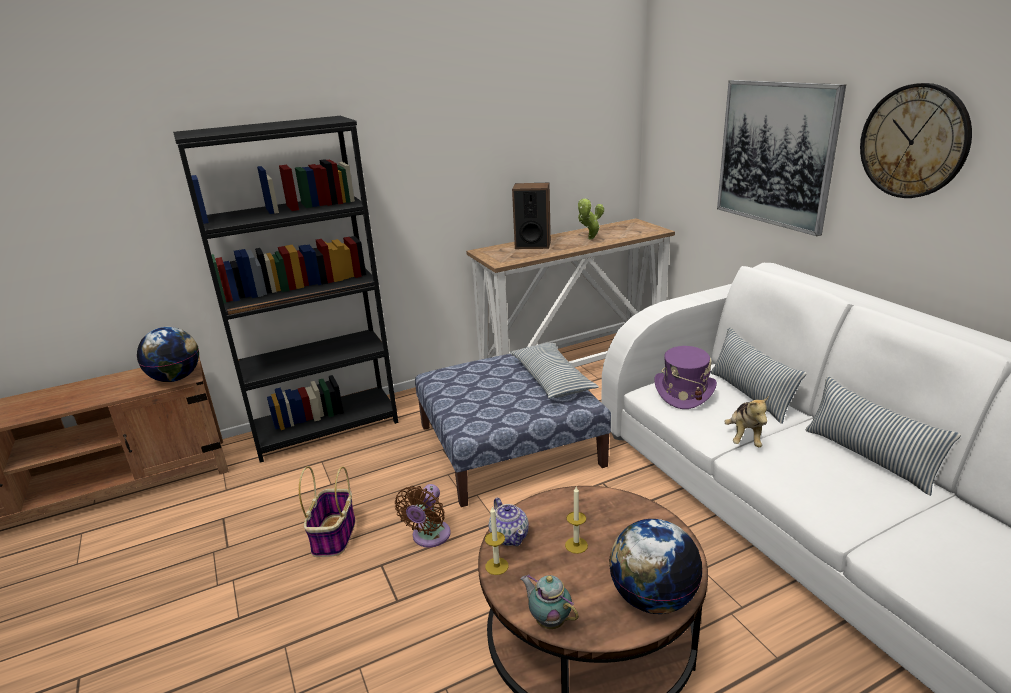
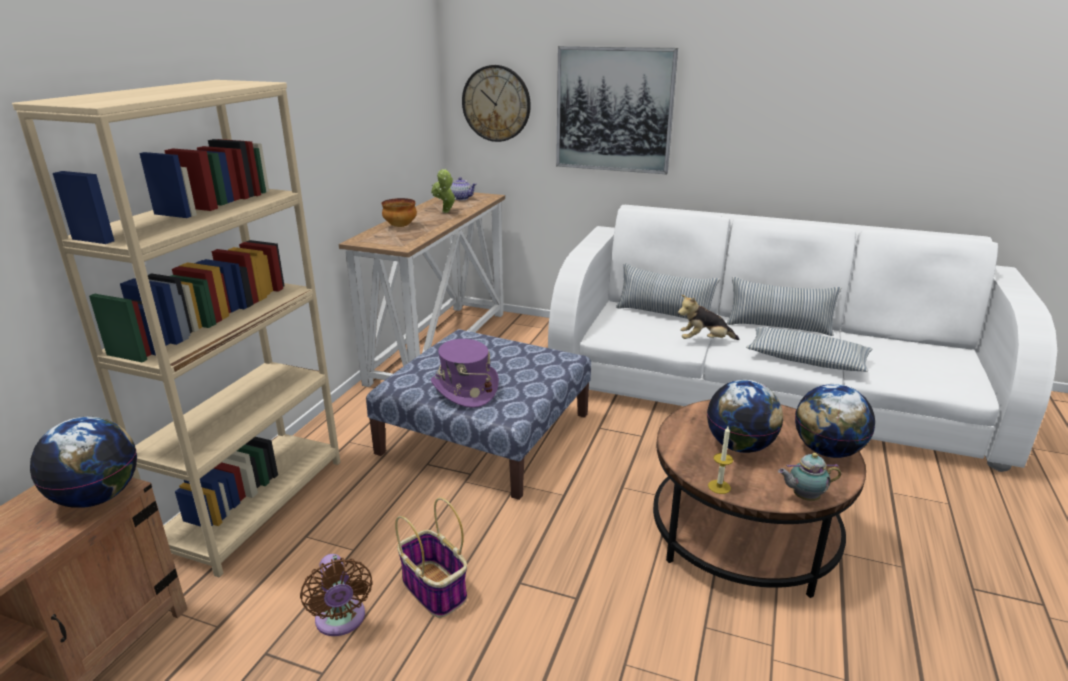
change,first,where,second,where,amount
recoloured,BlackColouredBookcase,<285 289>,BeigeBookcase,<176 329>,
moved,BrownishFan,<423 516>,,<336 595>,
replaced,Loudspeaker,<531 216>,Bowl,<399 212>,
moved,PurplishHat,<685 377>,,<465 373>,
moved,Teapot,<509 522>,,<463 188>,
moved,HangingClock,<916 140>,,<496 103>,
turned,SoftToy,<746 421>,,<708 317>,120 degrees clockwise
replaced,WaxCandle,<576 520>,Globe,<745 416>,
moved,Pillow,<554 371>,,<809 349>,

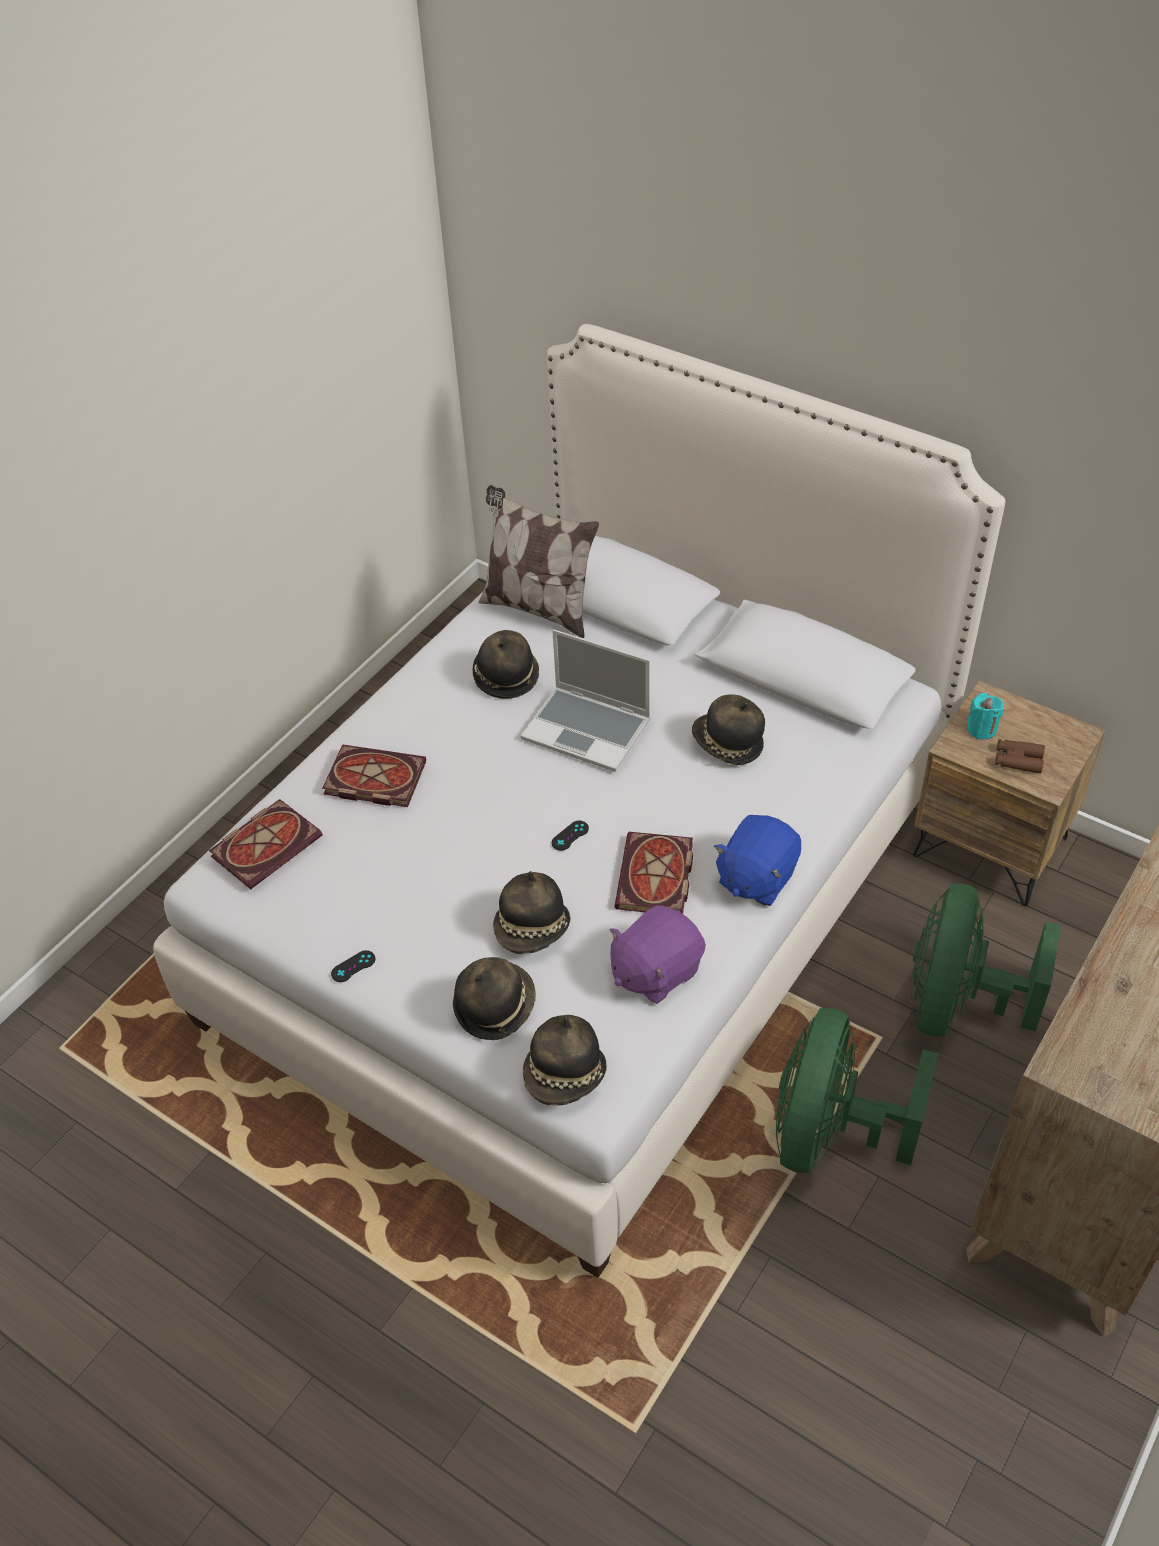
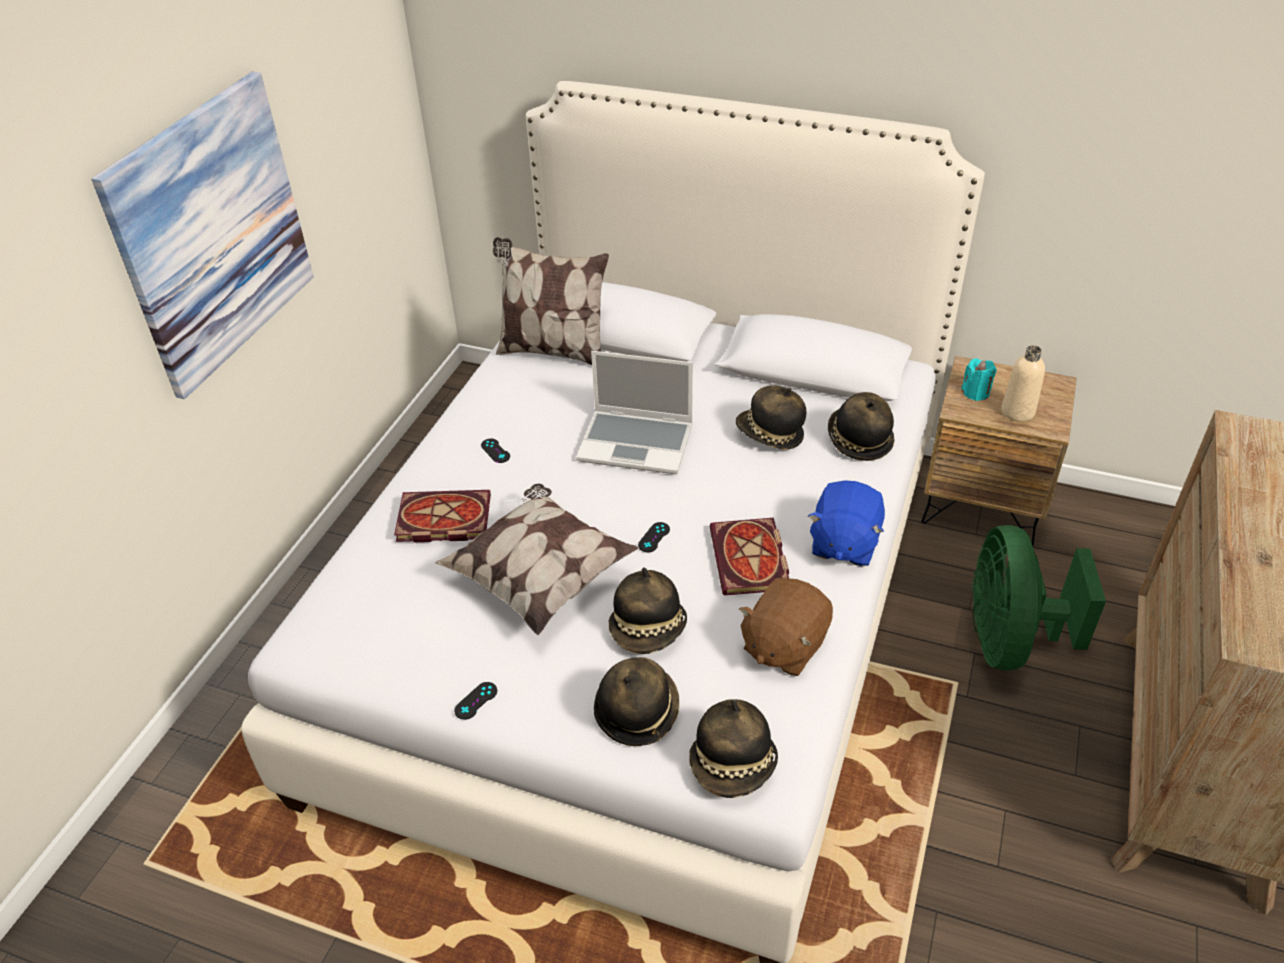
change,first,where,second,where,amount
added,,,WallPicture,<202 235>,
added,,,Pillow,<536 559>,
added,,,BlackColouredJoypad,<495 451>,
recoloured,PurplishSoftToy,<657 954>,BrownishSoftToy,<786 627>,
moved,Hat,<505 664>,,<861 426>,
replaced,BrownishBinoculars,<1020 756>,BeigeBottle,<1023 383>,
removed,Book,<265 844>,,,
removed,GreenFan,<857 1090>,,,

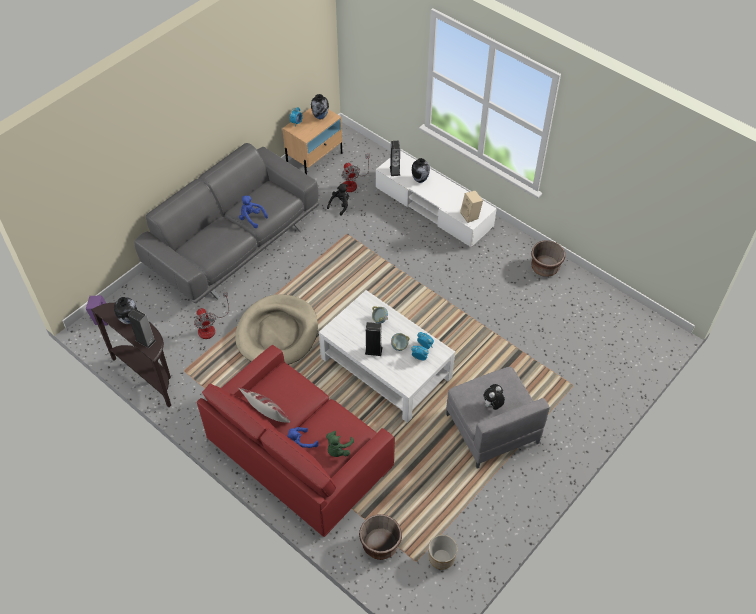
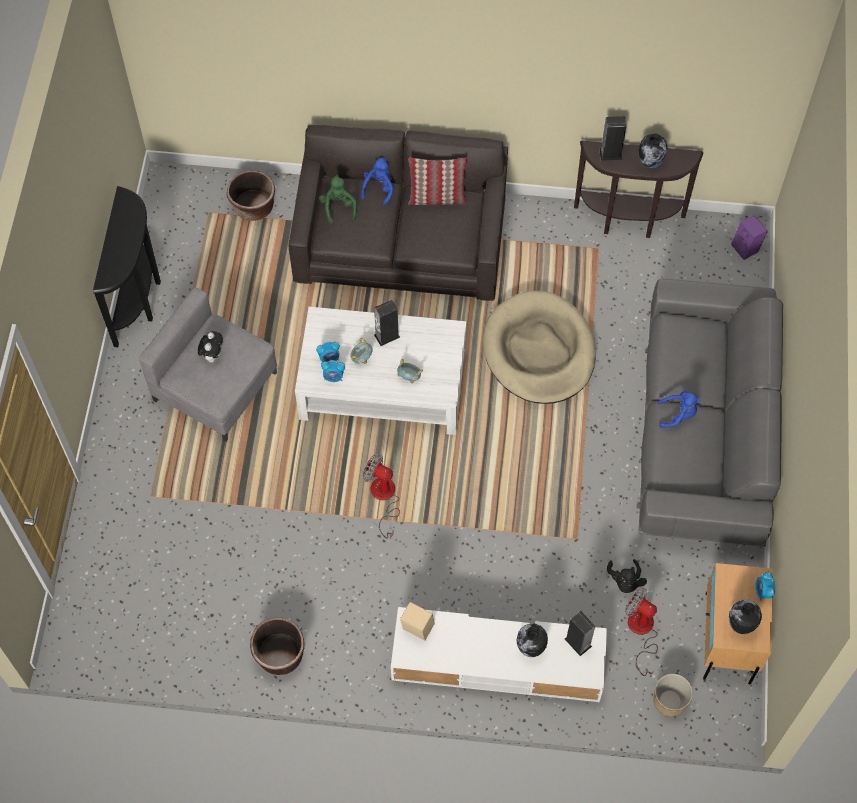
change,first,where,second,where,amount
added,,,BlackColouredNarrowTable,<127 266>,
recoloured,RedColouredCouch,<296 441>,GreyishCouch,<398 213>,
moved,Fan,<211 315>,,<381 496>,
moved,Planter,<442 552>,,<673 695>,

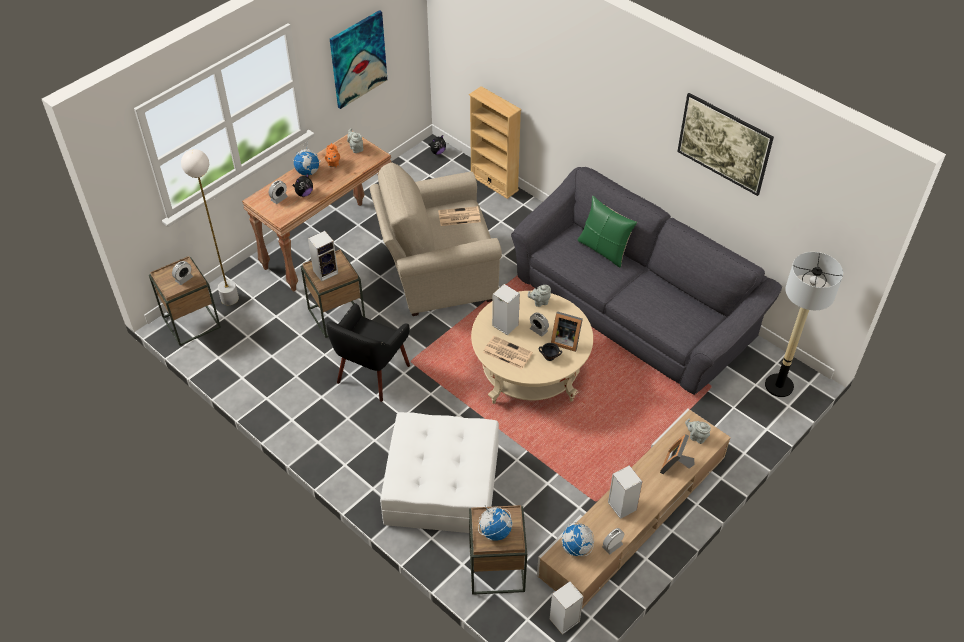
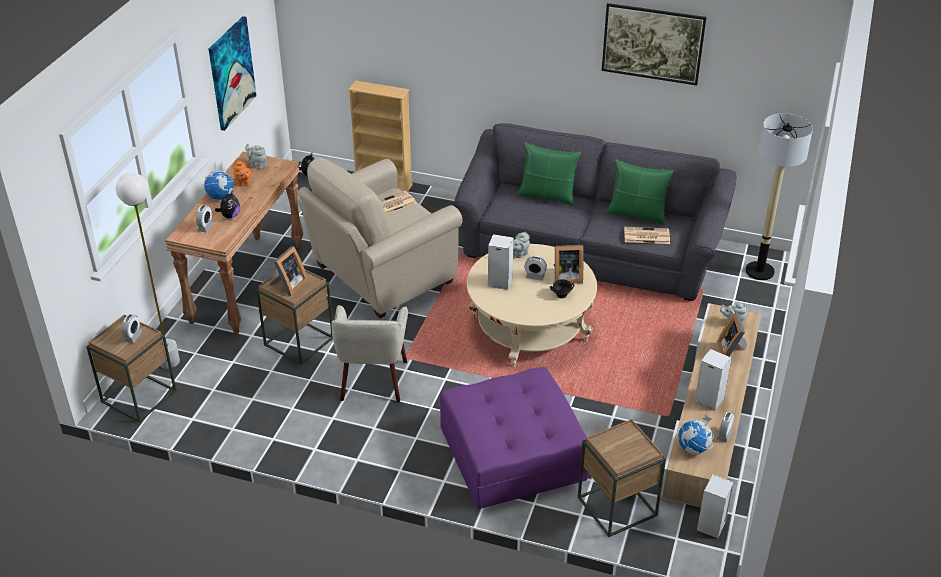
change,first,where,second,where,amount
replaced,Loudspeaker,<323 256>,PhotoFrame,<289 271>,
recoloured,BlackColouredEasyChair,<368 352>,BeigeEasyChair,<369 353>,
recoloured,WhitePouffe,<439 472>,PurplishPouffe,<514 438>,
added,,,GreenPillow,<640 192>,
moved,DailyPaper,<508 352>,,<647 235>,
removed,Globe,<495 523>,,,

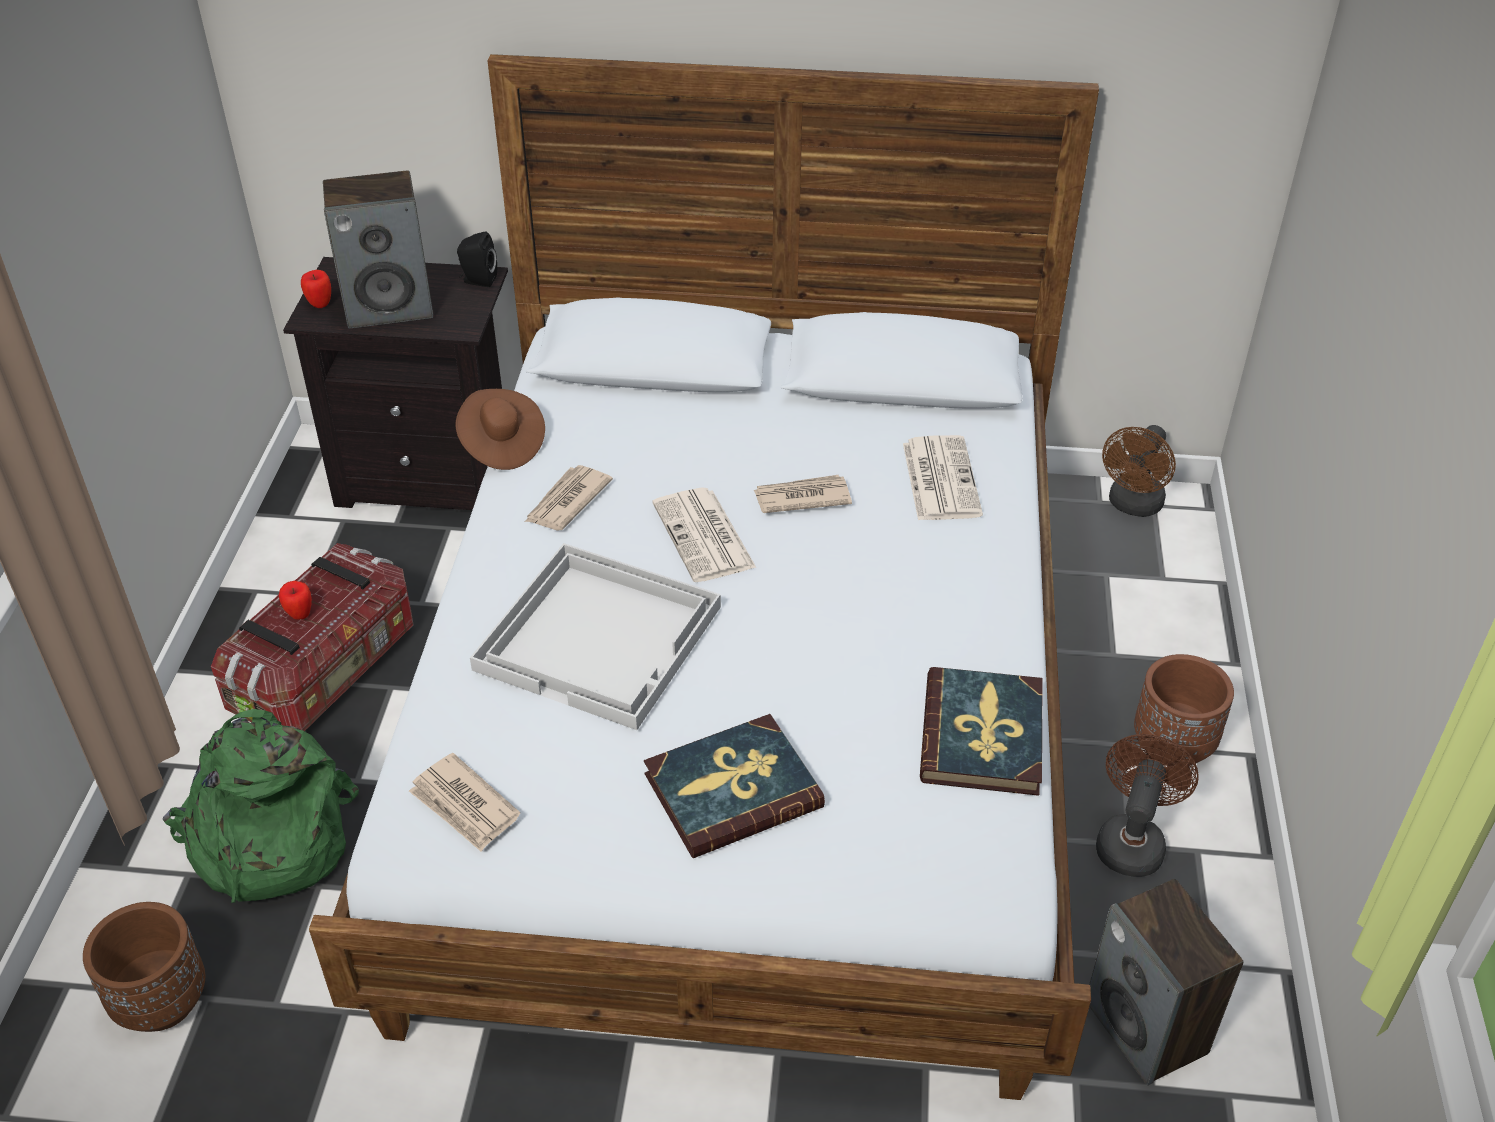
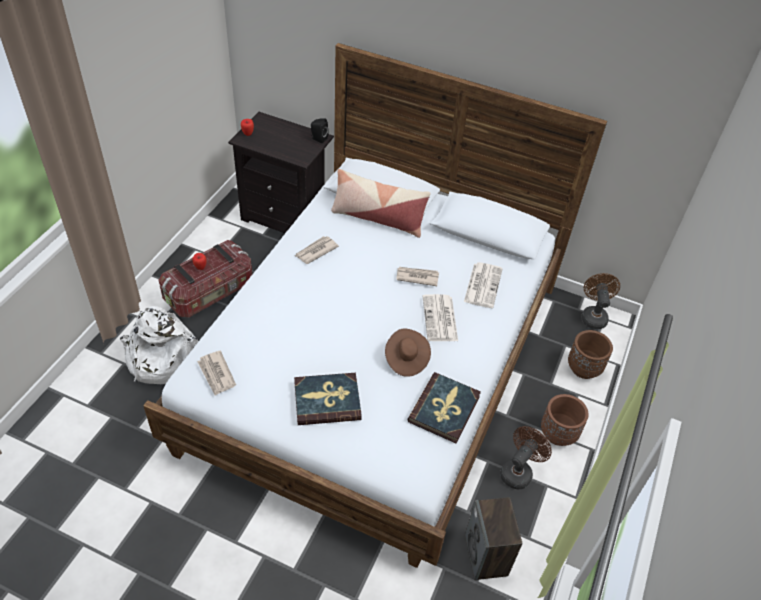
change,first,where,second,where,amount
recoloured,GreenKnapsack,<261 806>,WhiteKnapsack,<159 345>,
added,,,Pillow,<380 203>,
moved,BrownishHat,<500 429>,,<408 353>,
moved,DailyPaper,<704 534>,,<440 317>,
moved,BrownishPlanter,<144 967>,,<590 354>,
turned,BrownishFan,<1139 471>,,<600 301>,135 degrees clockwise
removed,Loudspeaker,<378 249>,,,
removed,WhiteCarryingTray,<595 636>,,,

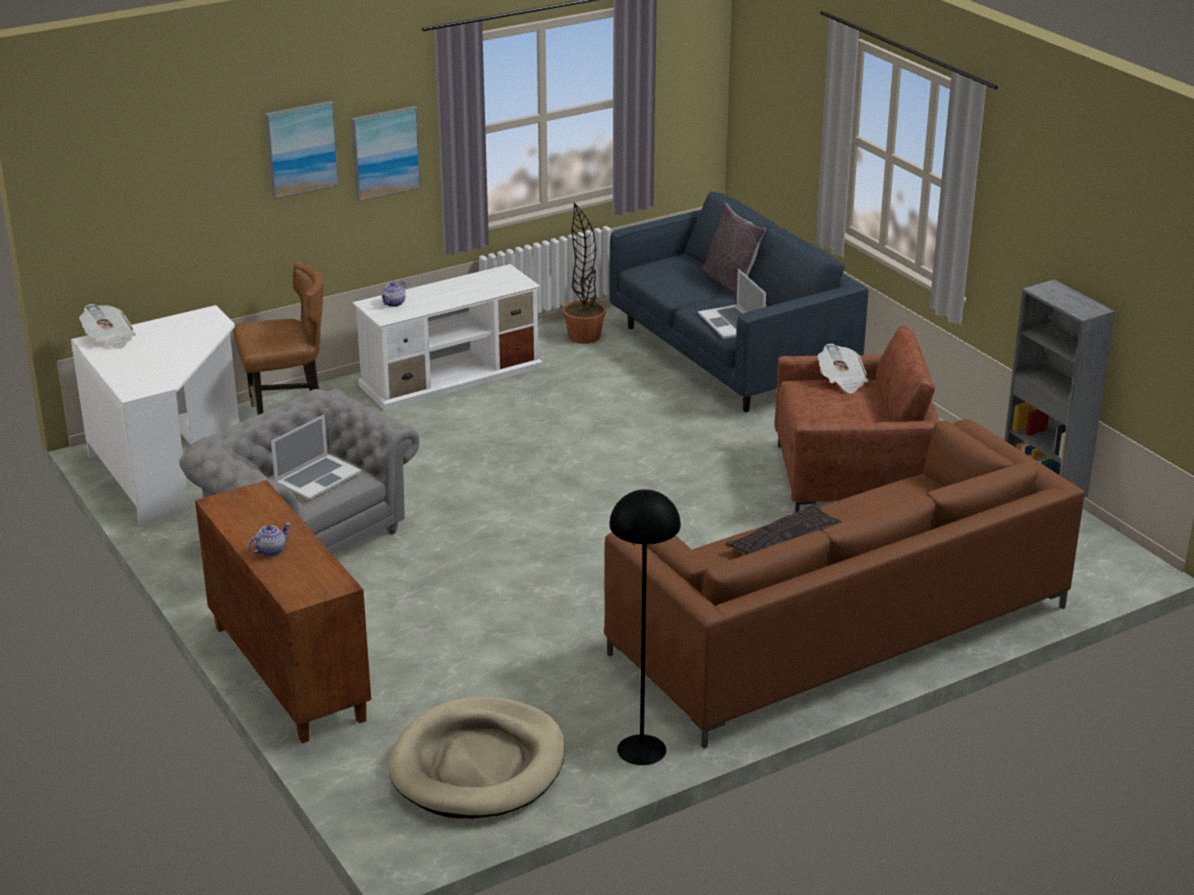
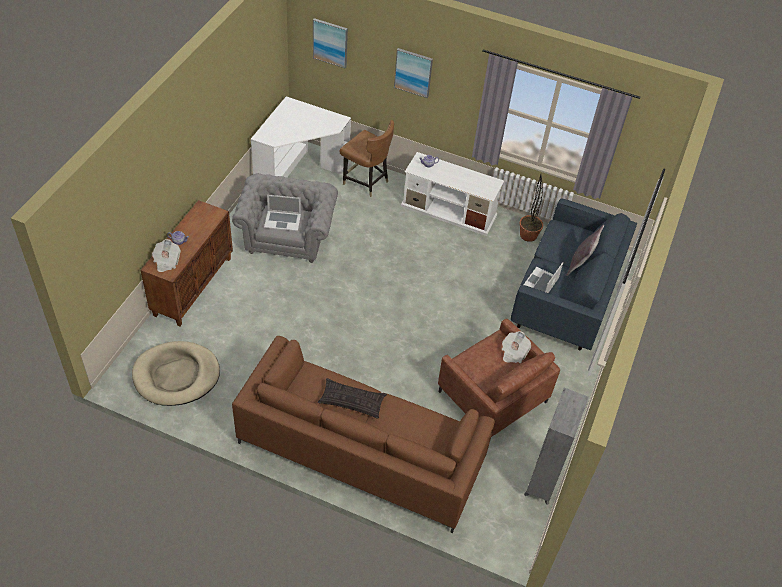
change,first,where,second,where,amount
moved,DailyPaper,<107 326>,,<166 255>,
moved,WallPicture,<386 154>,,<330 43>,
removed,BlackColouredStandardLamp,<645 627>,,,

